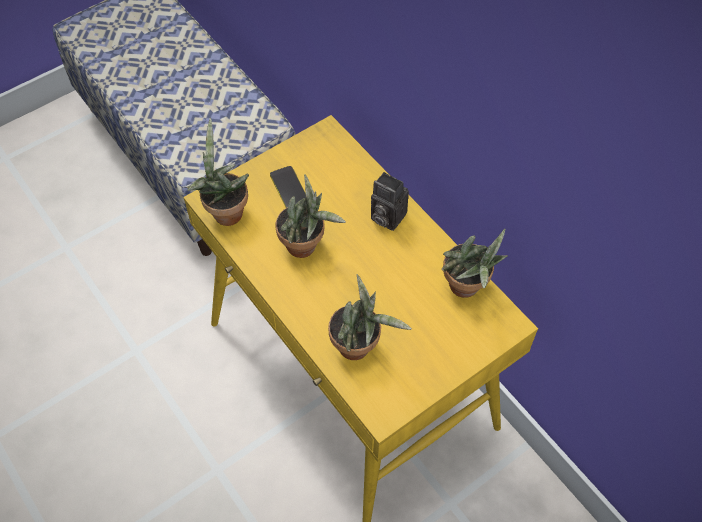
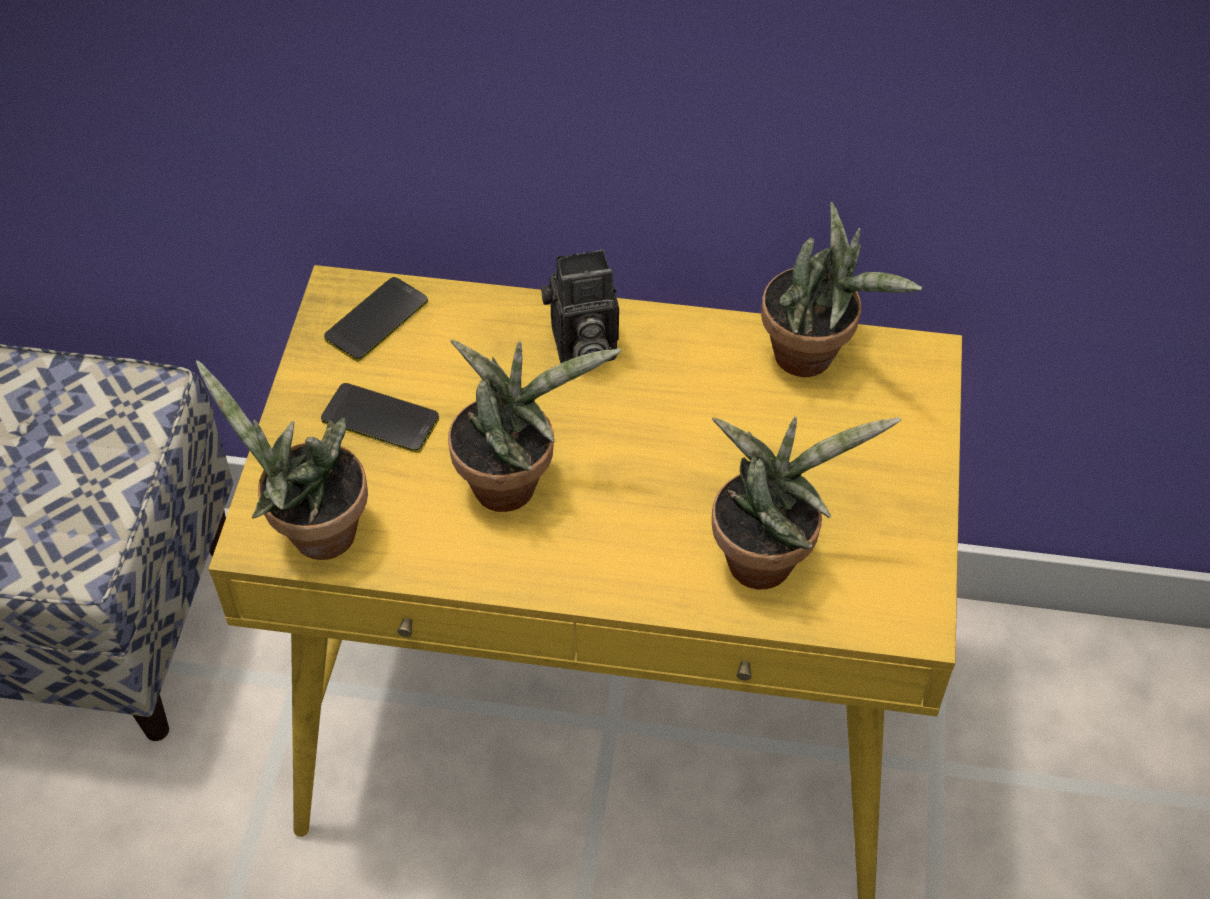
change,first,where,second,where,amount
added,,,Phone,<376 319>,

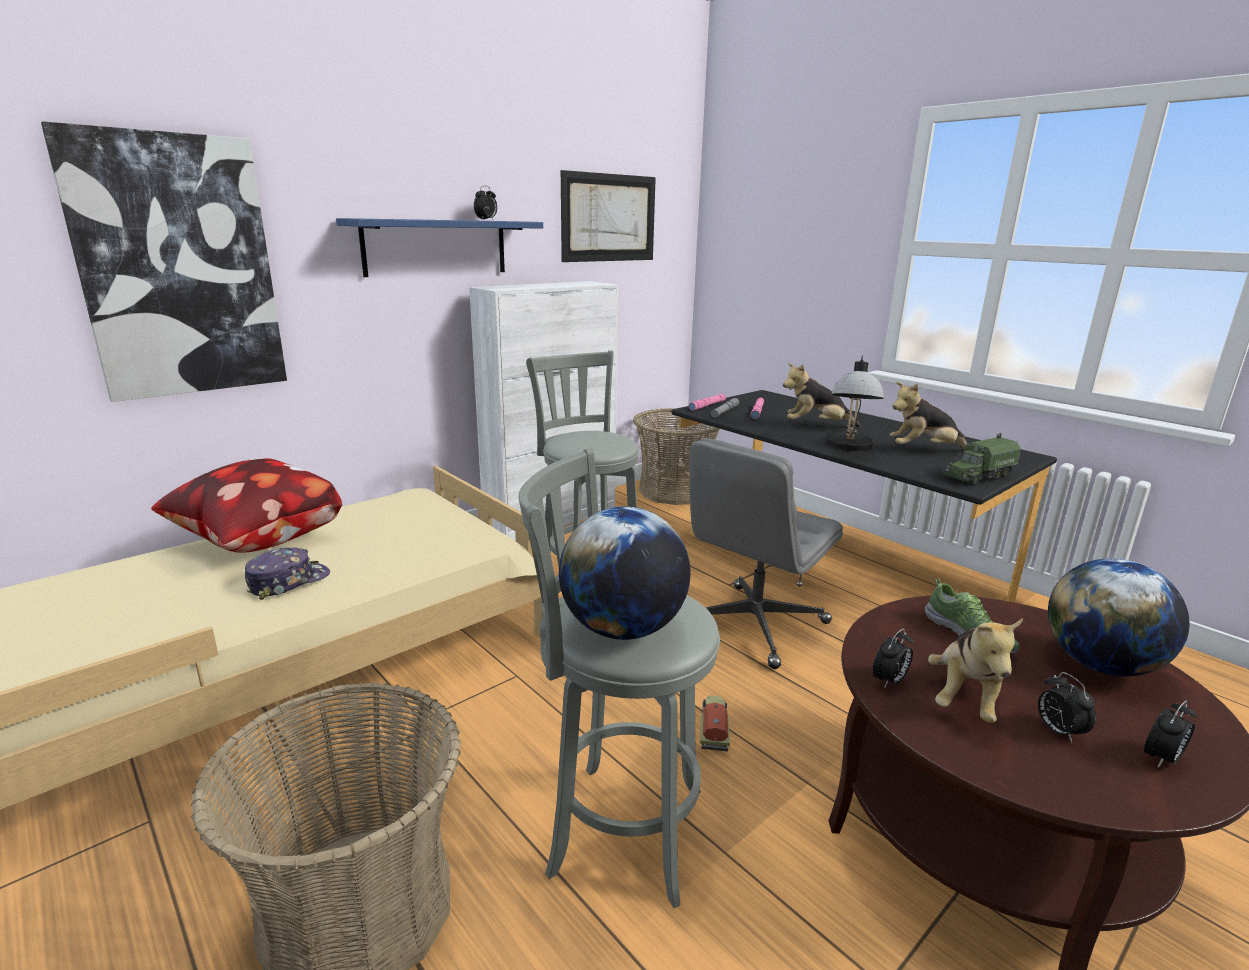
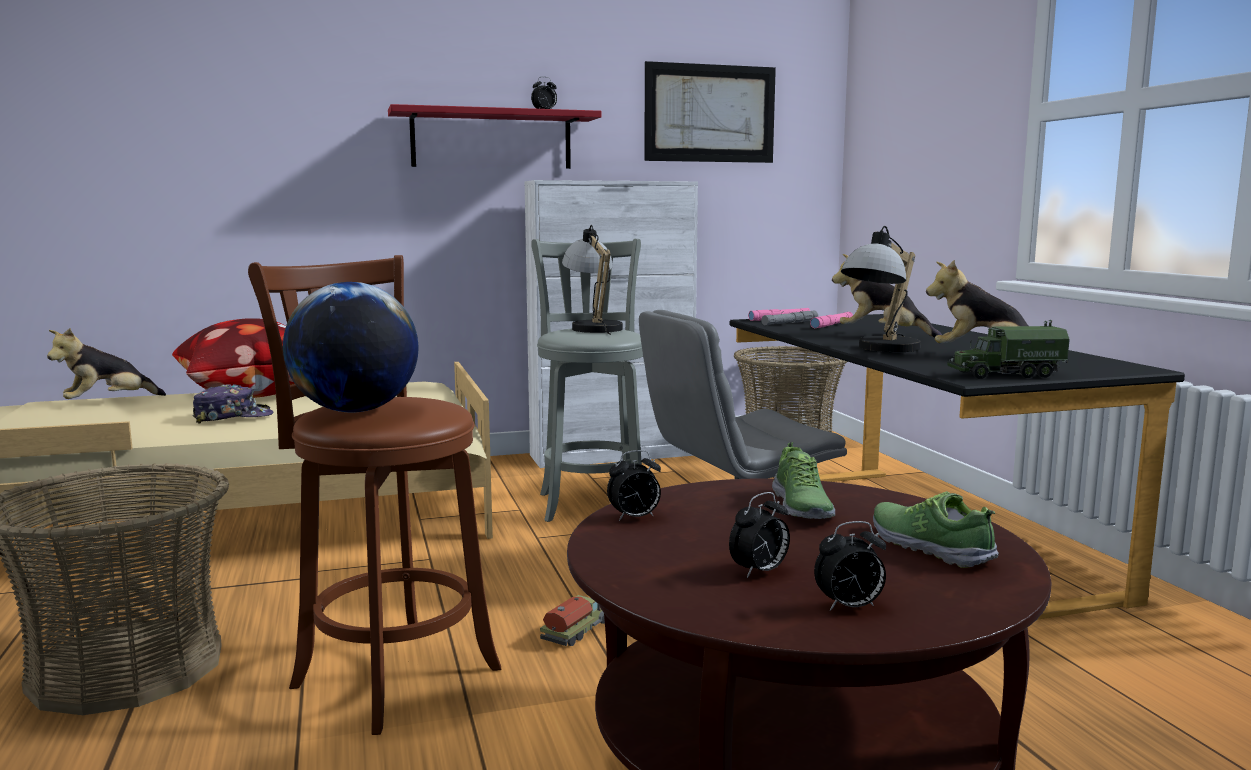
change,first,where,second,where,amount
moved,SoftToy,<975 670>,,<106 363>,
recoloured,GreyishStoolSeat,<619 678>,BrownishStoolSeat,<374 495>,
recoloured,BlueBracketShelf,<439 247>,RedColouredBracketShelf,<495 136>,
added,,,TabletopLamp,<592 280>,
turned,BedsideClock,<1067 707>,,<759 535>,135 degrees counterclockwise
replaced,Globe,<1118 617>,Shoe,<936 529>,
removed,WallPicture,<164 261>,,,

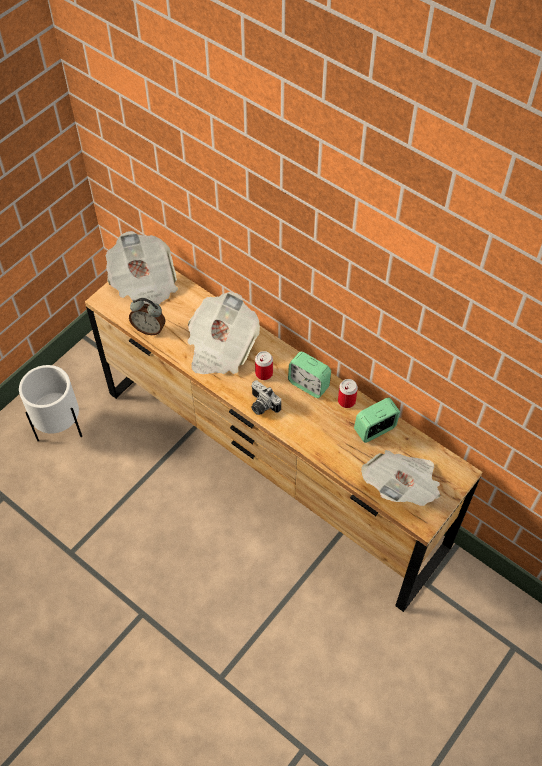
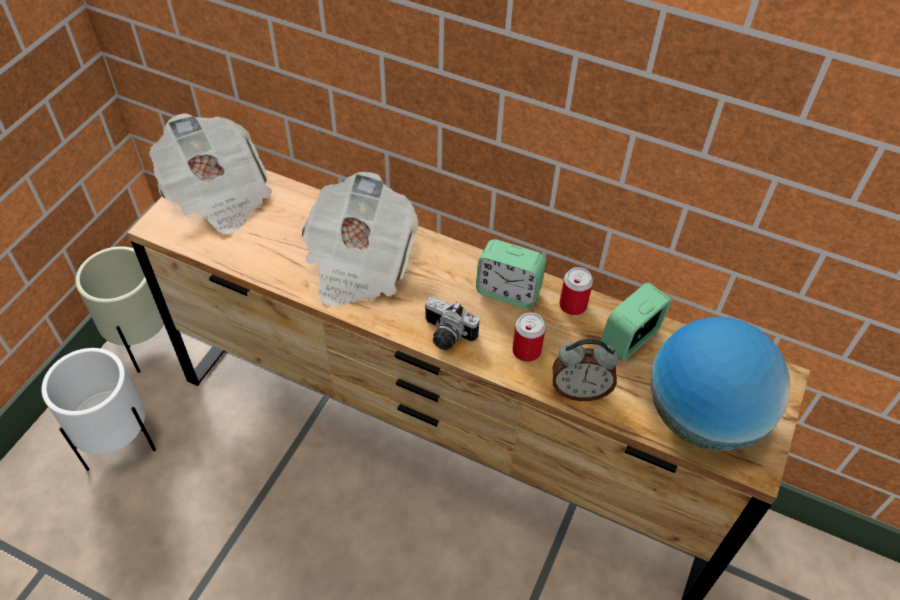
change,first,where,second,where,amount
added,,,BeigePlanter,<119 309>,
moved,SealedCan,<264 365>,,<529 337>,
moved,BedsideClock,<147 316>,,<585 370>,
replaced,DailyPaper,<400 478>,Globe,<720 384>,

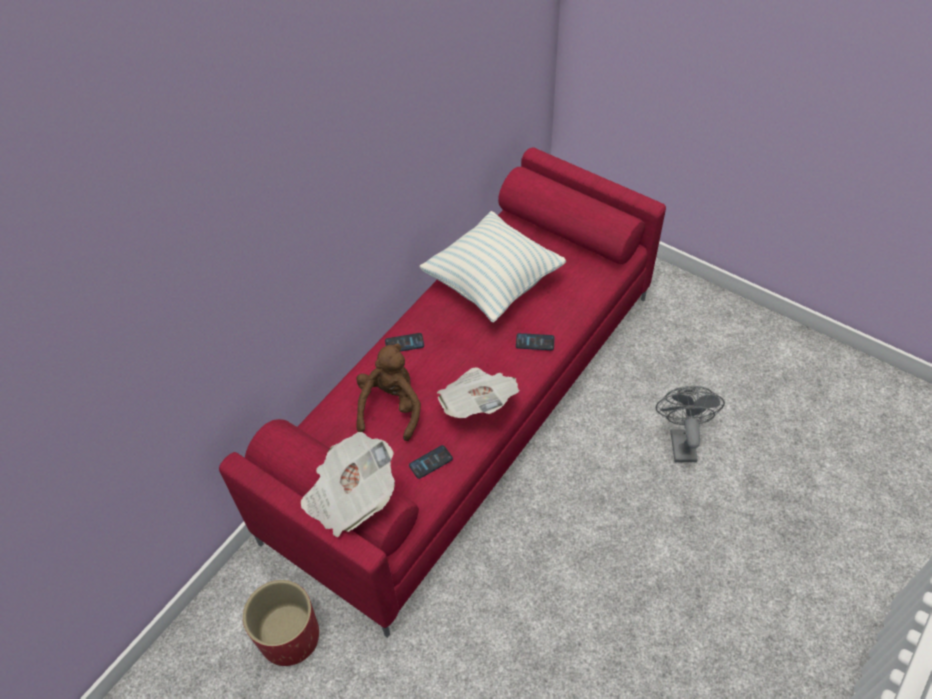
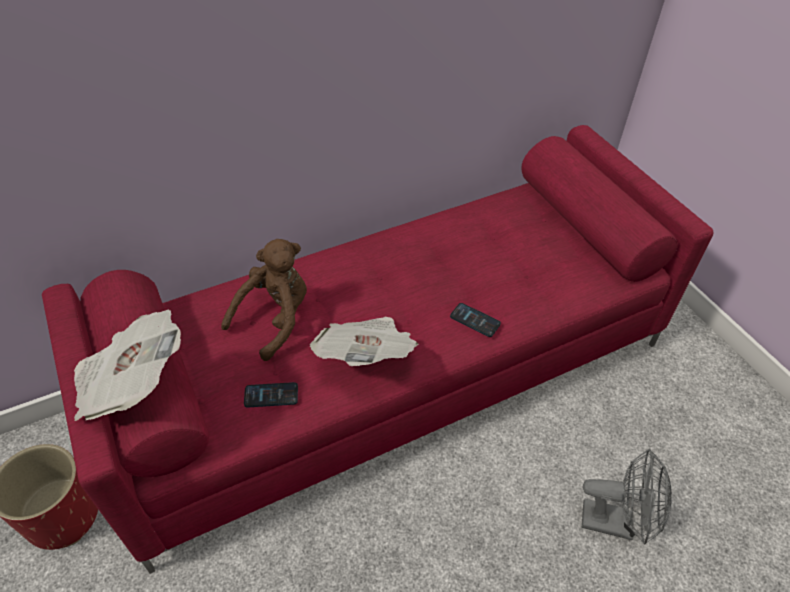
change,first,where,second,where,amount
turned,GreyishFan,<690 424>,,<627 497>,75 degrees clockwise
removed,Phone,<404 342>,,,
removed,Pillow,<492 267>,,,

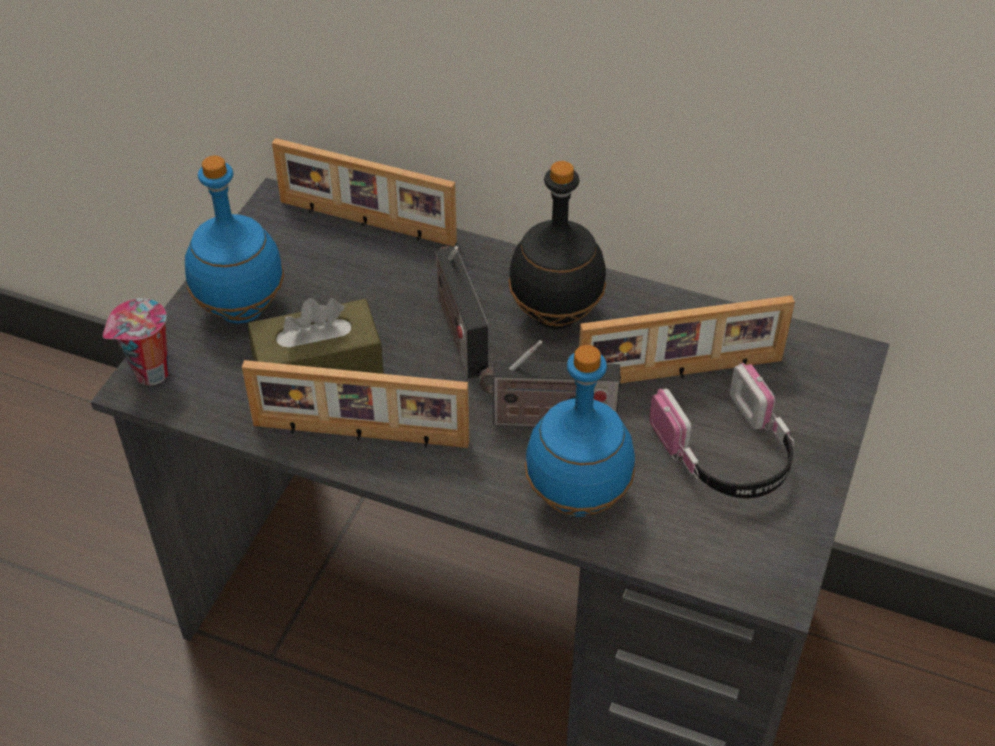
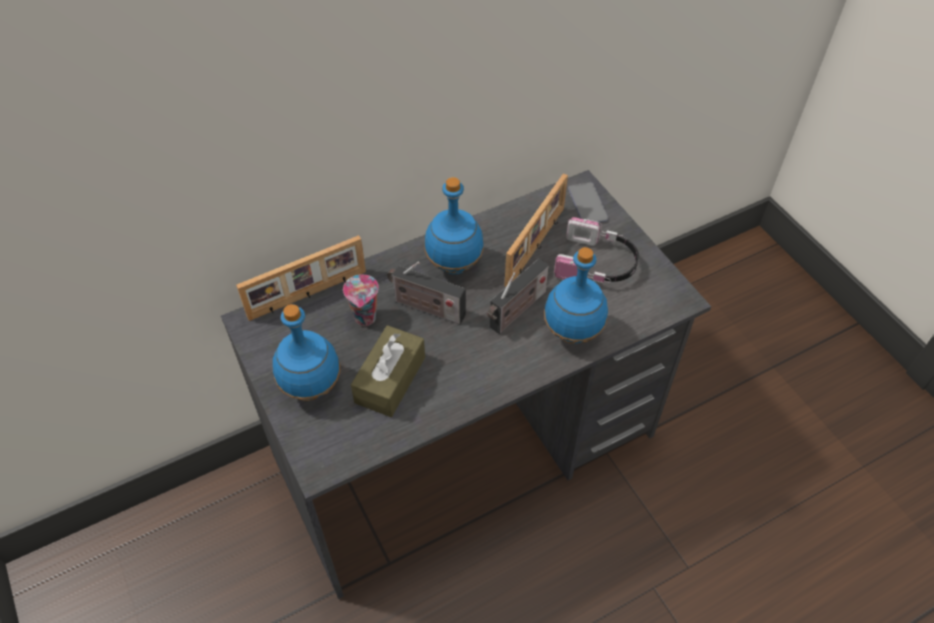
change,first,where,second,where,amount
moved,SmallCup,<136 341>,,<361 300>,
recoloured,BlackColouredBottle,<557 245>,BlueBottle,<454 225>,
added,,,Phone,<588 202>,
removed,PhotoFrame,<355 404>,,,

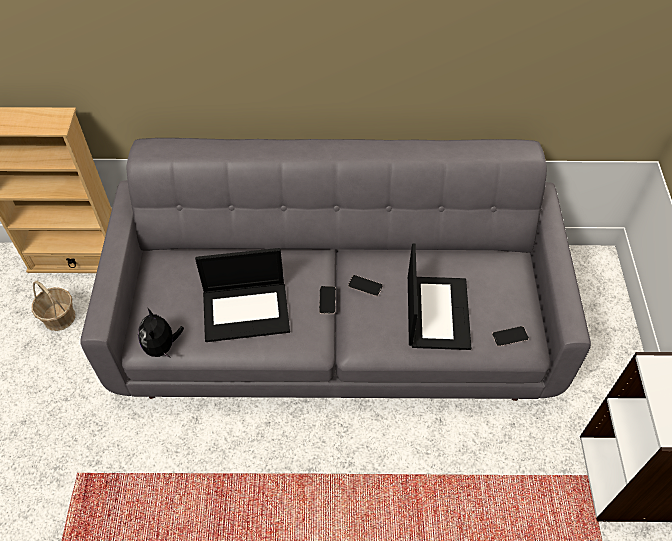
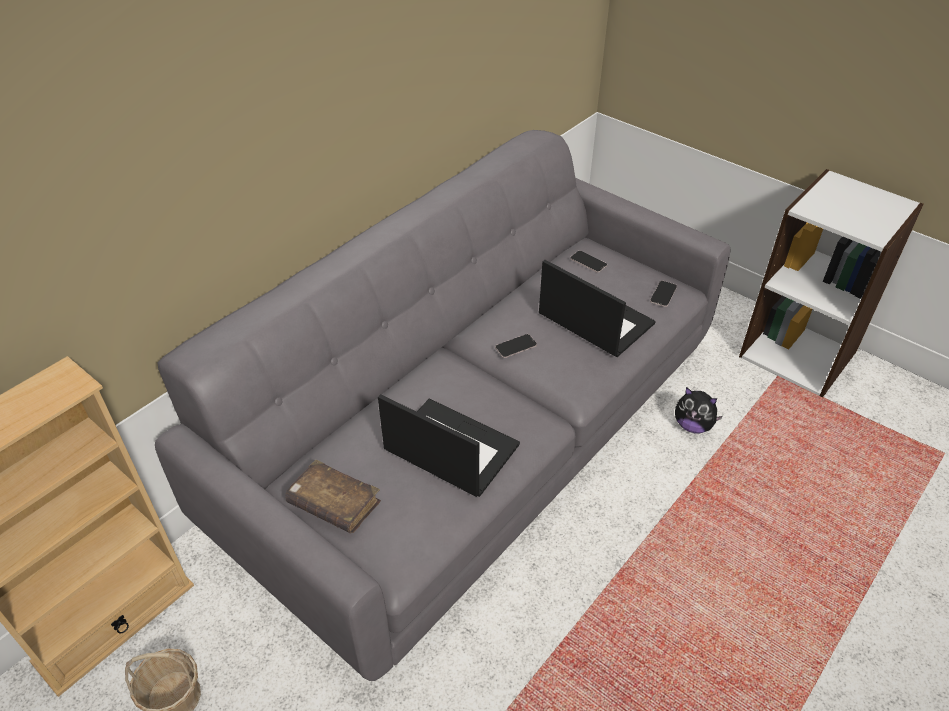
change,first,where,second,where,amount
added,,,BrownishBook,<333 497>,
turned,NotebookComputer,<242 295>,,<449 445>,90 degrees counterclockwise
moved,Phone,<327 300>,,<588 262>,
moved,SoftToy,<161 333>,,<699 410>,

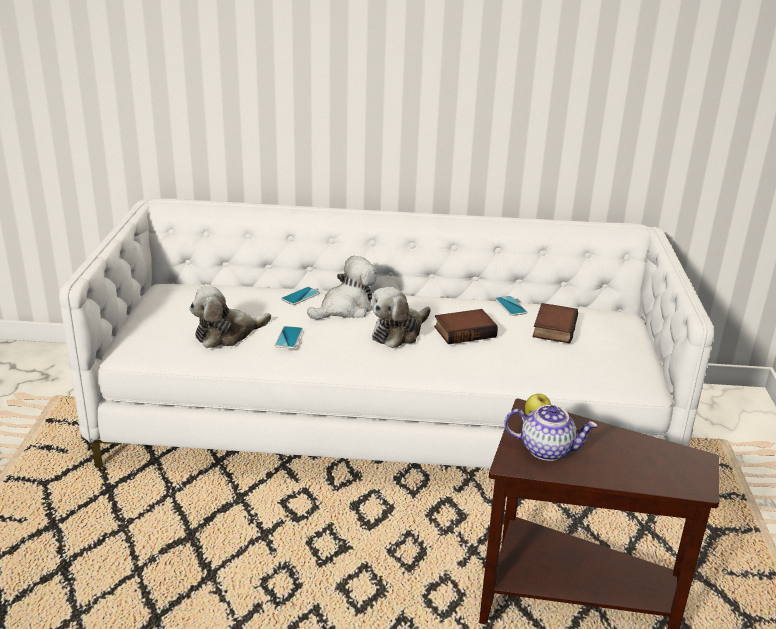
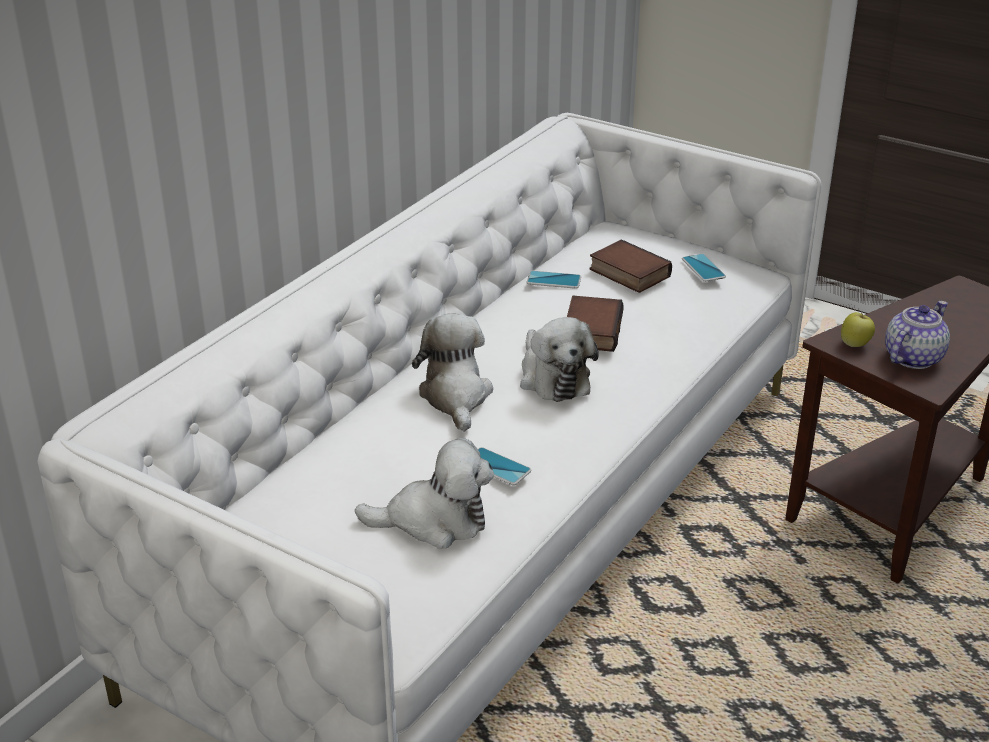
change,first,where,second,where,amount
turned,SoftToy,<230 317>,,<424 493>,90 degrees counterclockwise
moved,Phone,<300 296>,,<704 268>,

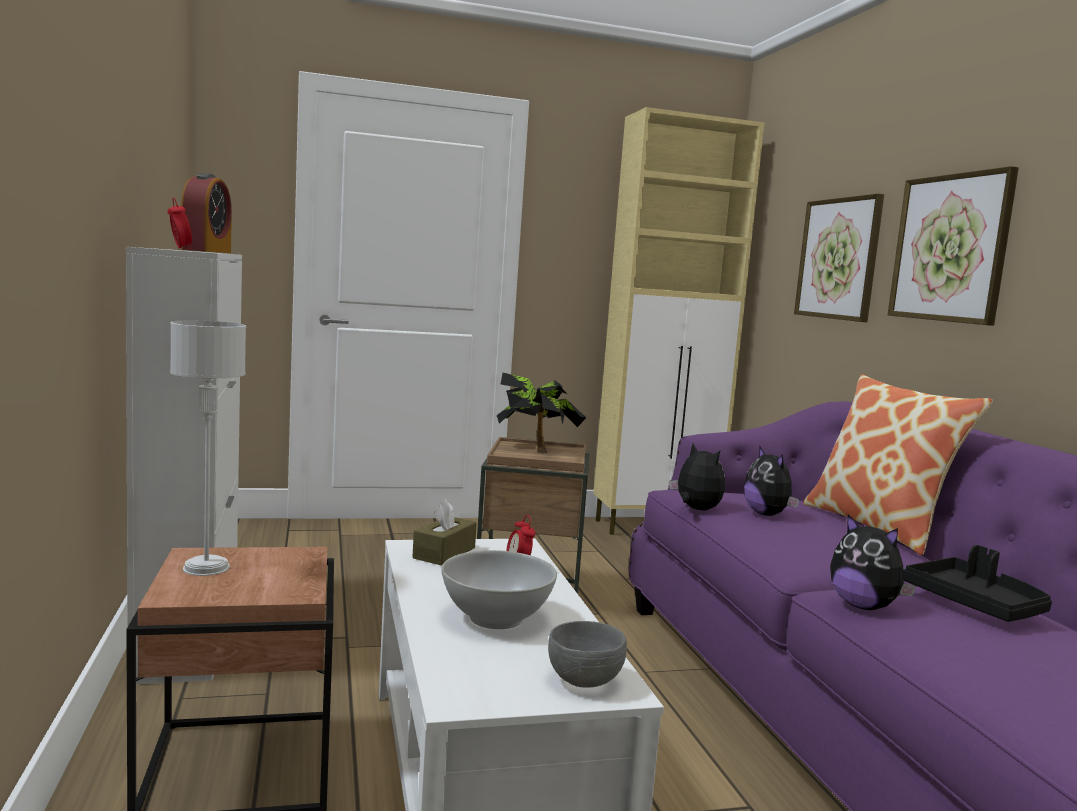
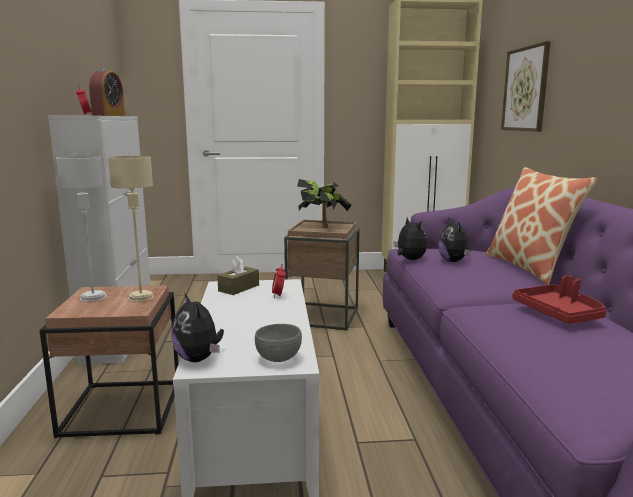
change,first,where,second,where,amount
added,,,BeigeTabletopLamp,<131 229>,
moved,SoftToy,<873 562>,,<197 328>,
recoloured,BlackColouredCarryingTray,<977 583>,RedColouredCarryingTray,<559 300>,
removed,WhiteBowl,<499 589>,,,
removed,WallPicture,<953 246>,,,

